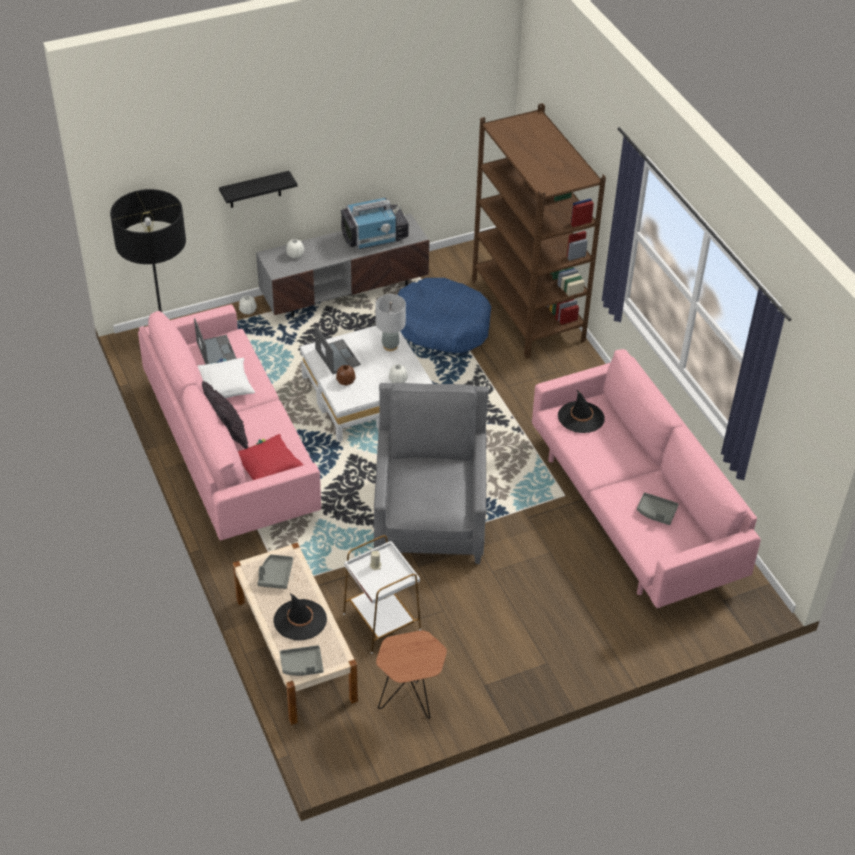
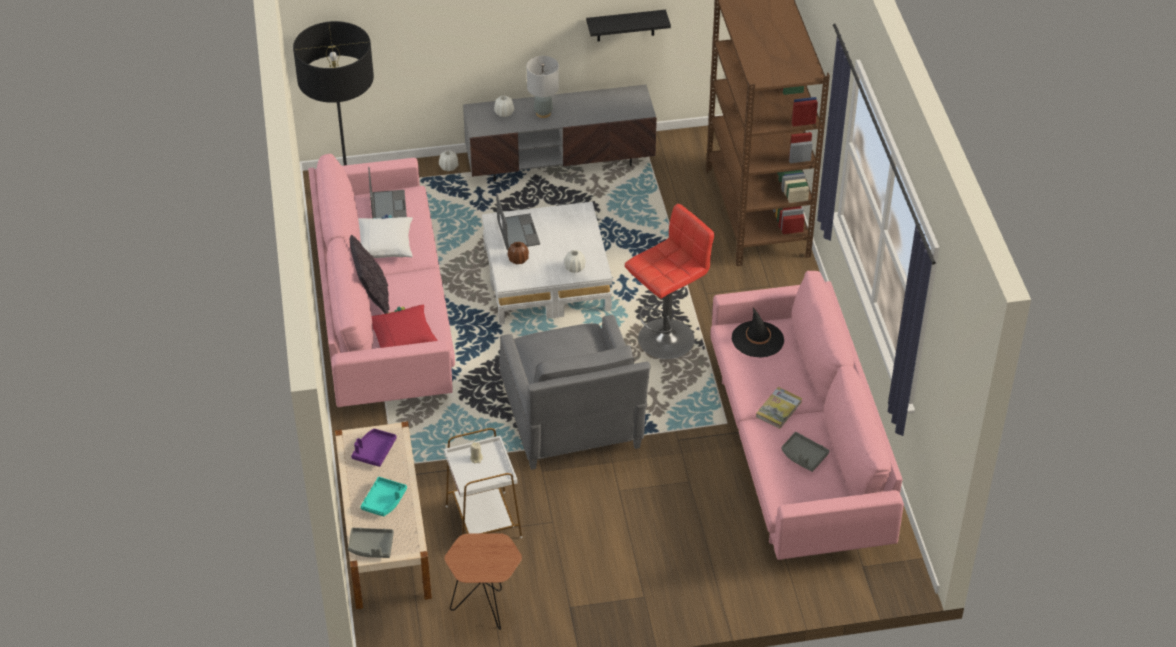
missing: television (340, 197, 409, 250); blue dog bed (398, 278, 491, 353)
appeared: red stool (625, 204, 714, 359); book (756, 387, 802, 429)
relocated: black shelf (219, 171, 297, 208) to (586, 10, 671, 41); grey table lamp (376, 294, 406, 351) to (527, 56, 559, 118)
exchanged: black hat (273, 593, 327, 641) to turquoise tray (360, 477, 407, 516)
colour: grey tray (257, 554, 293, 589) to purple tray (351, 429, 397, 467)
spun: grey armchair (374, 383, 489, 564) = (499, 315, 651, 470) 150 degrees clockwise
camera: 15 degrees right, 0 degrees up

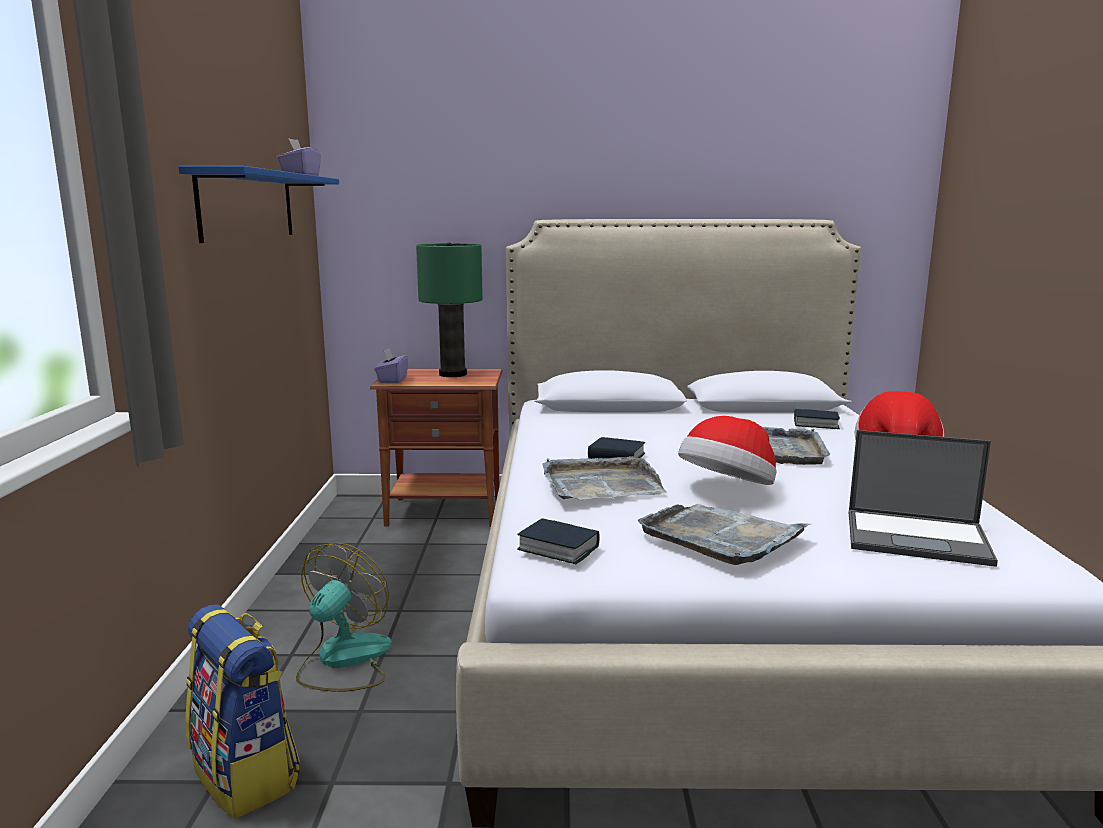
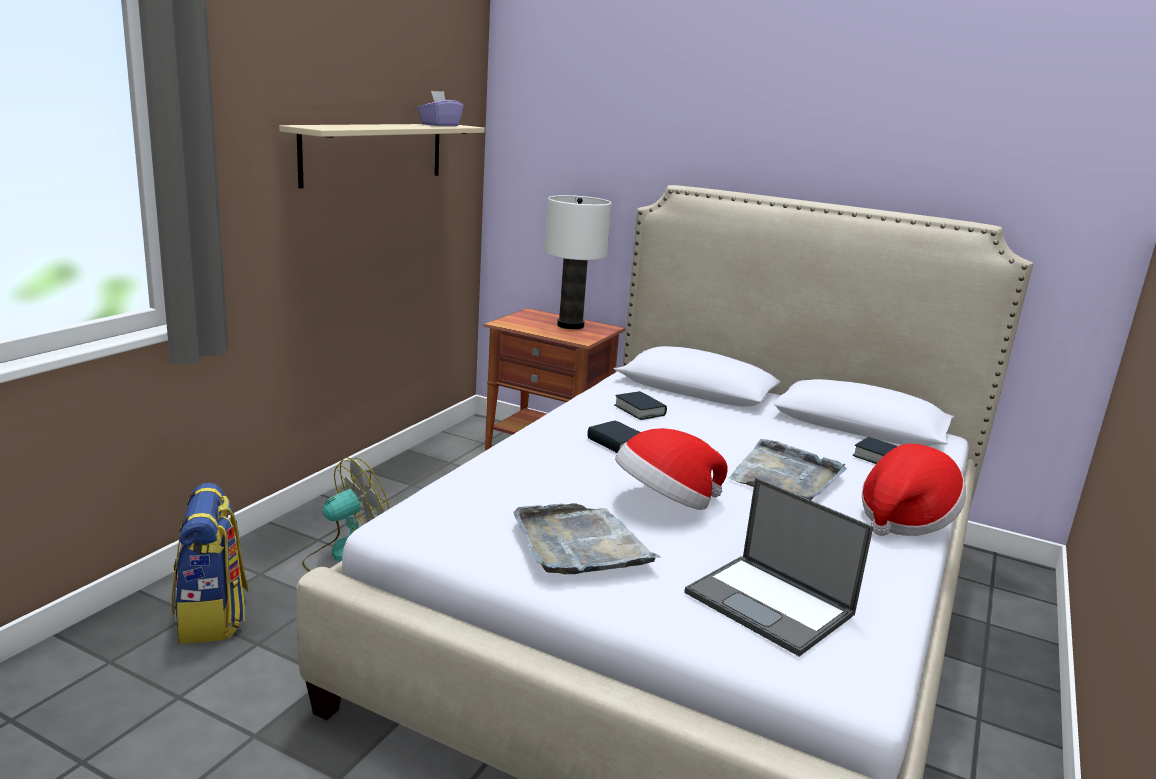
missing: purple tissue box (374, 348, 408, 383); grey tray (543, 456, 667, 500)
relocated: book (517, 518, 600, 564) to (614, 391, 667, 420)
colour: blue shelf (179, 166, 339, 243) to beige shelf (279, 124, 485, 189); green table lamp (416, 243, 483, 377) to white table lamp (545, 195, 612, 329)
camera: 25 degrees right, 5 degrees up

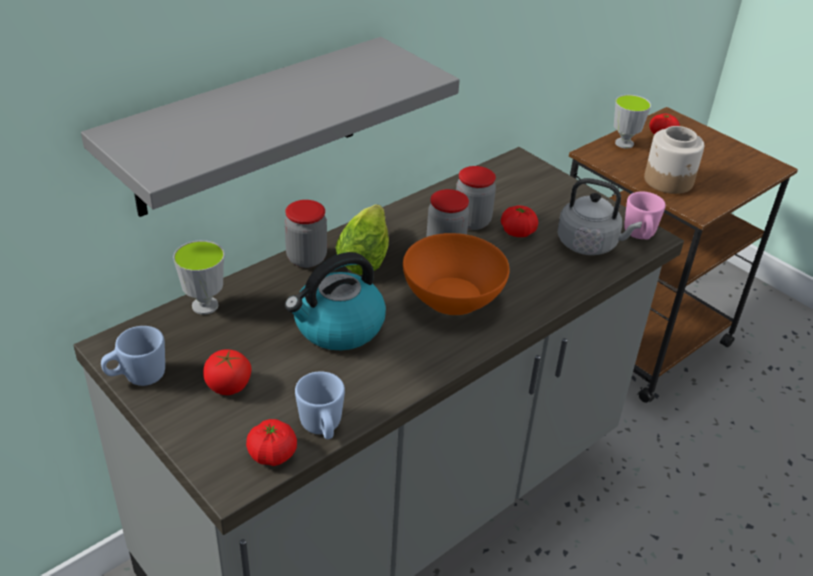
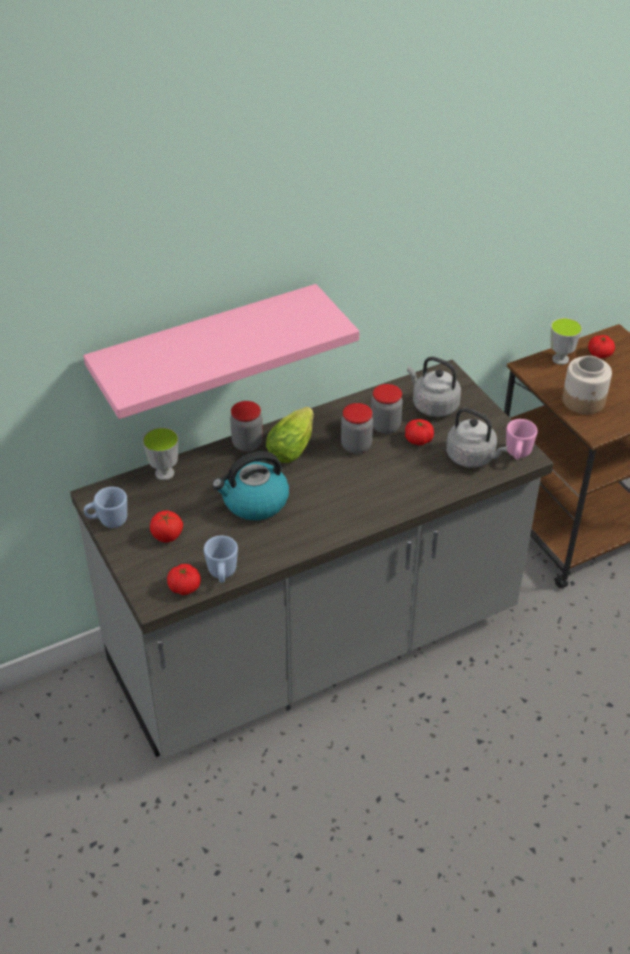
missing: orange bowl (403, 233, 510, 315)
appeared: grey kettle (407, 357, 461, 417)
colour: grey shelf (81, 37, 460, 217) to pink shelf (83, 284, 359, 419)
camera: 15 degrees right, 5 degrees up

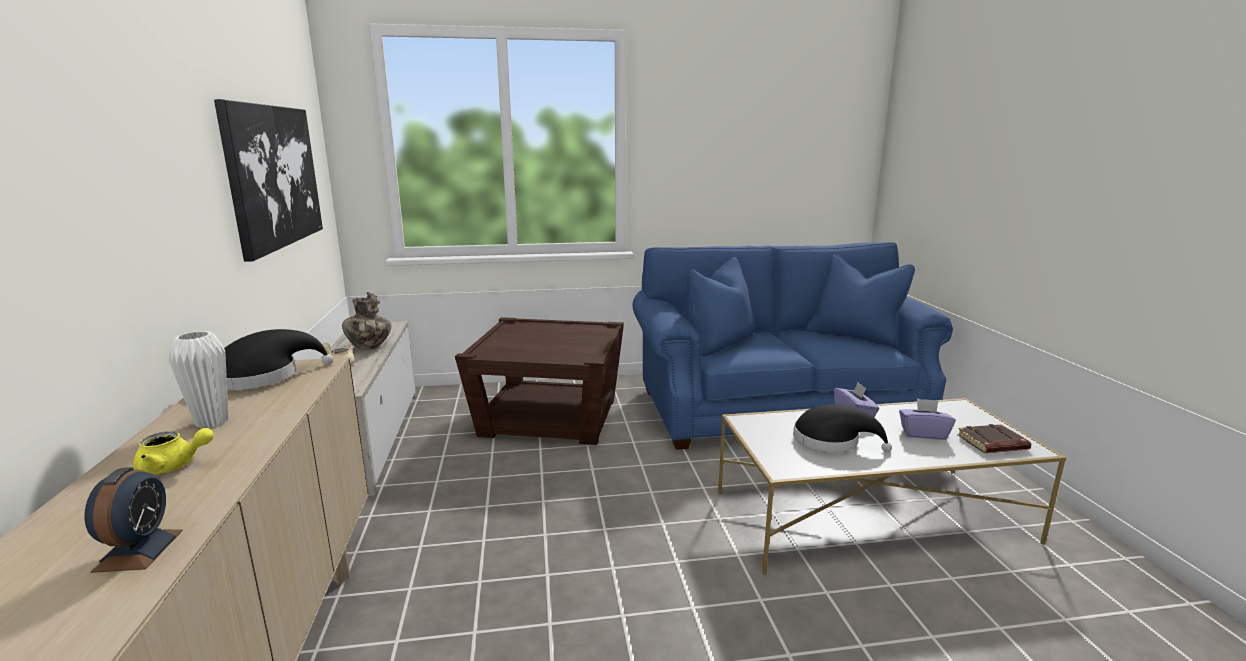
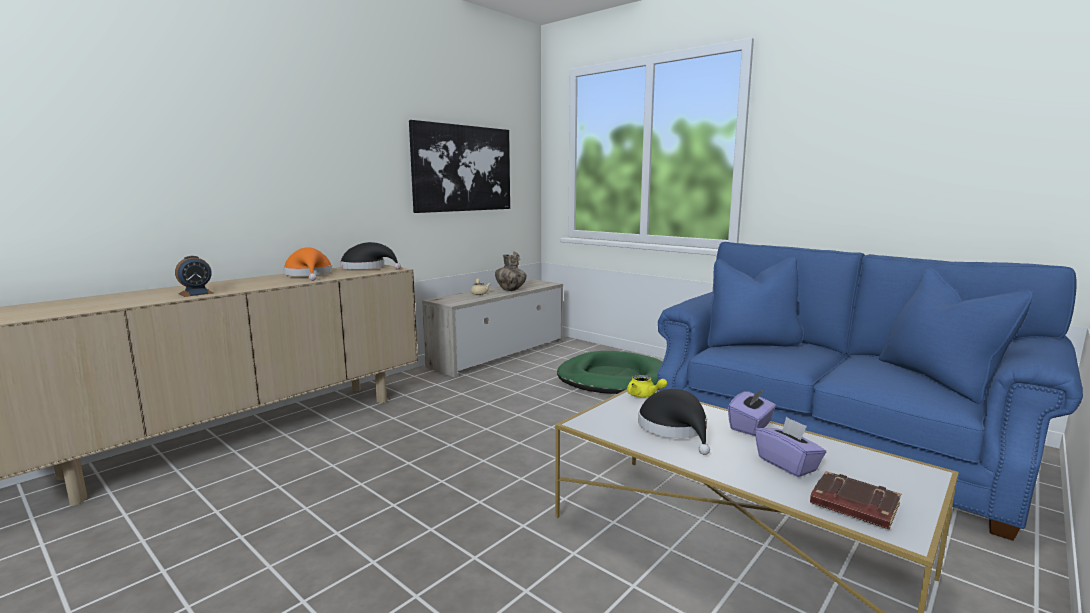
relocated: yellow teapot (133, 428, 214, 474) to (627, 375, 667, 398)
exchanged: brown side table (455, 317, 624, 445) to green dog bed (557, 351, 662, 394); white vase (169, 331, 228, 428) to orange hat (283, 247, 333, 281)
camera: 50 degrees right, 5 degrees down

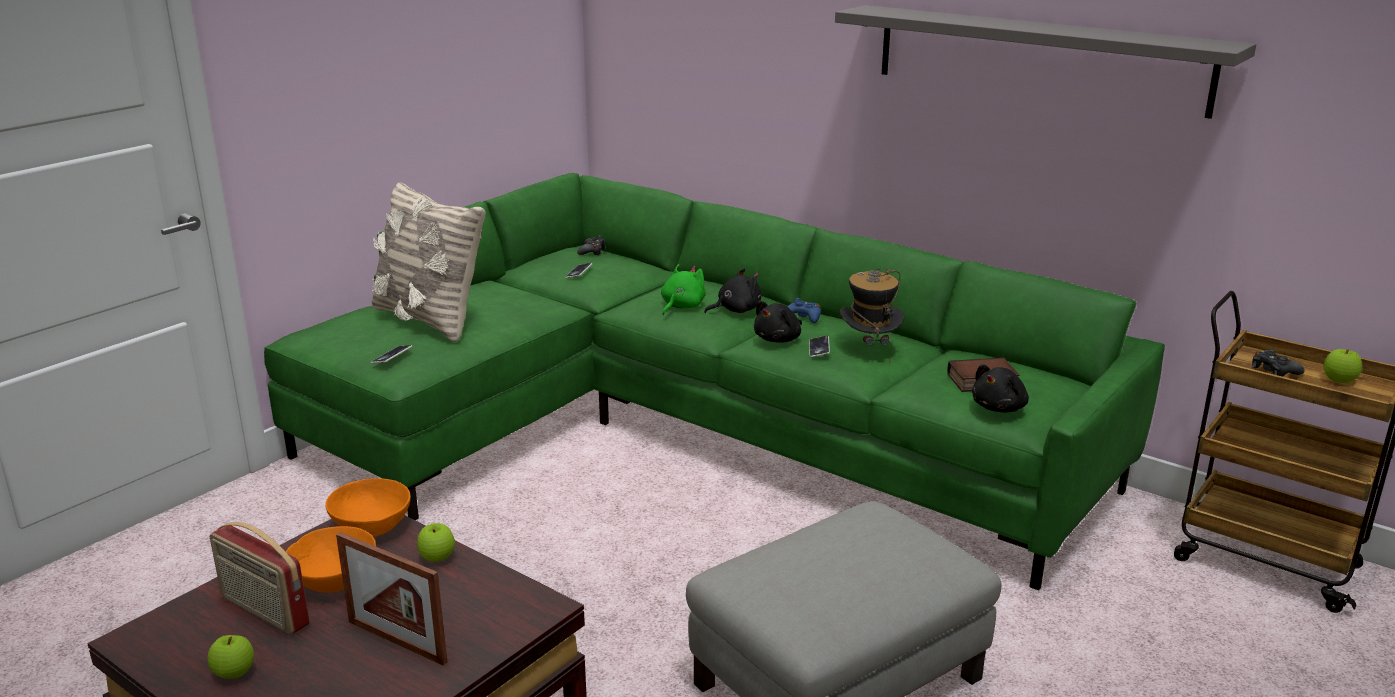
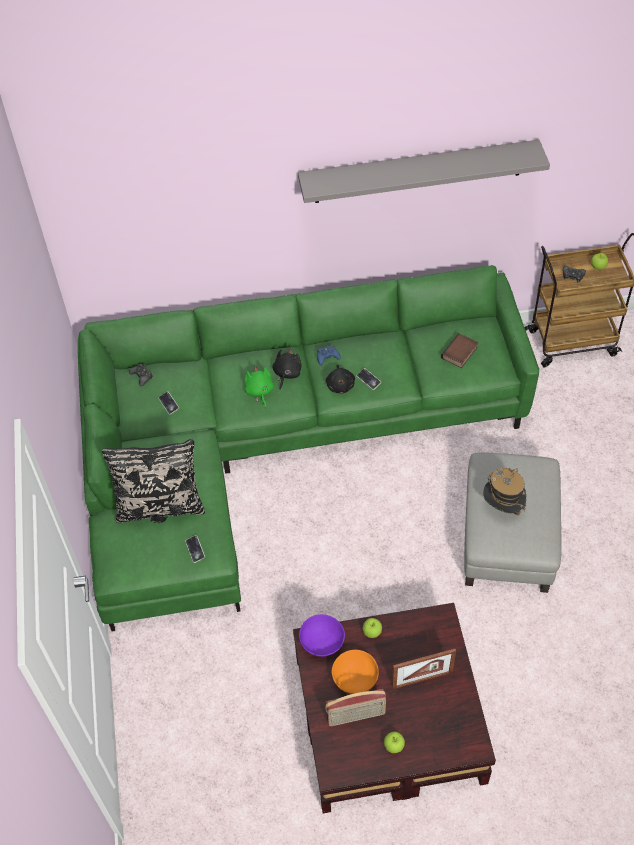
missing: black plush toy (972, 364, 1029, 412)
relocated: hat (839, 268, 904, 364) to (483, 468, 526, 515)
colour: beige pillow (371, 182, 485, 342) to black pillow (102, 439, 205, 523); orange bowl (325, 478, 411, 537) to purple bowl (299, 614, 345, 657)
camera: 45 degrees left, 30 degrees up

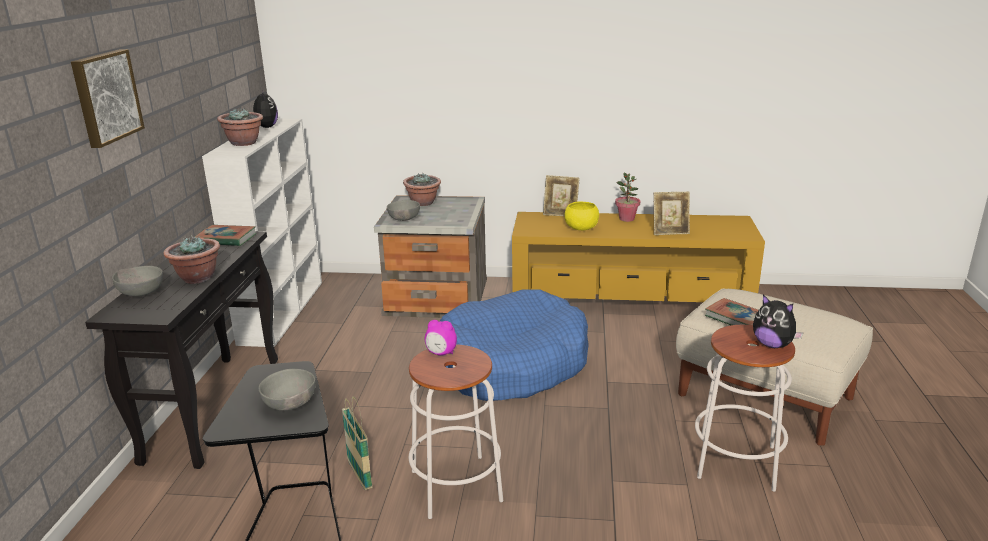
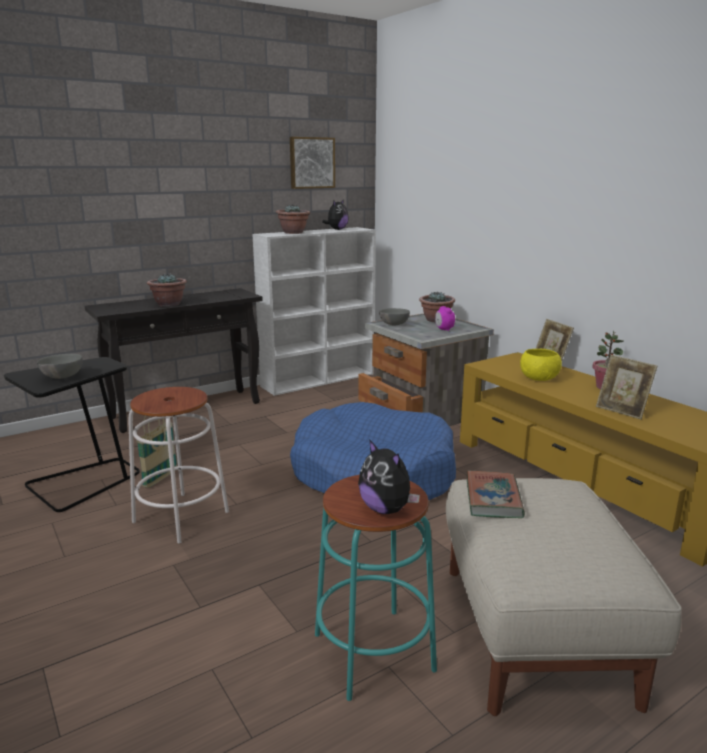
missing: book (195, 225, 256, 246); grey bowl (112, 266, 163, 296)
relocated: picture (71, 49, 145, 148) to (290, 137, 335, 189); alarm clock (425, 320, 457, 356) to (435, 306, 455, 331)
colour: white stool (695, 325, 795, 492) to turquoise stool (315, 475, 437, 701)
spun: plush toy (753, 294, 803, 348) = (358, 439, 420, 514) 45 degrees counterclockwise
camera: 50 degrees right, 5 degrees down

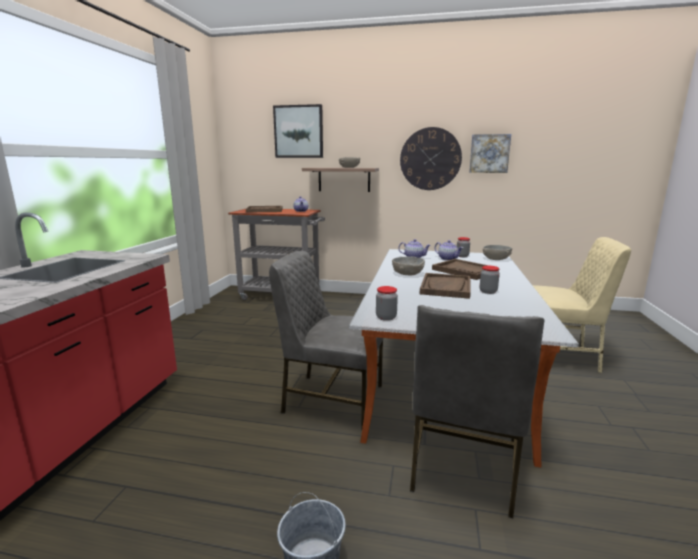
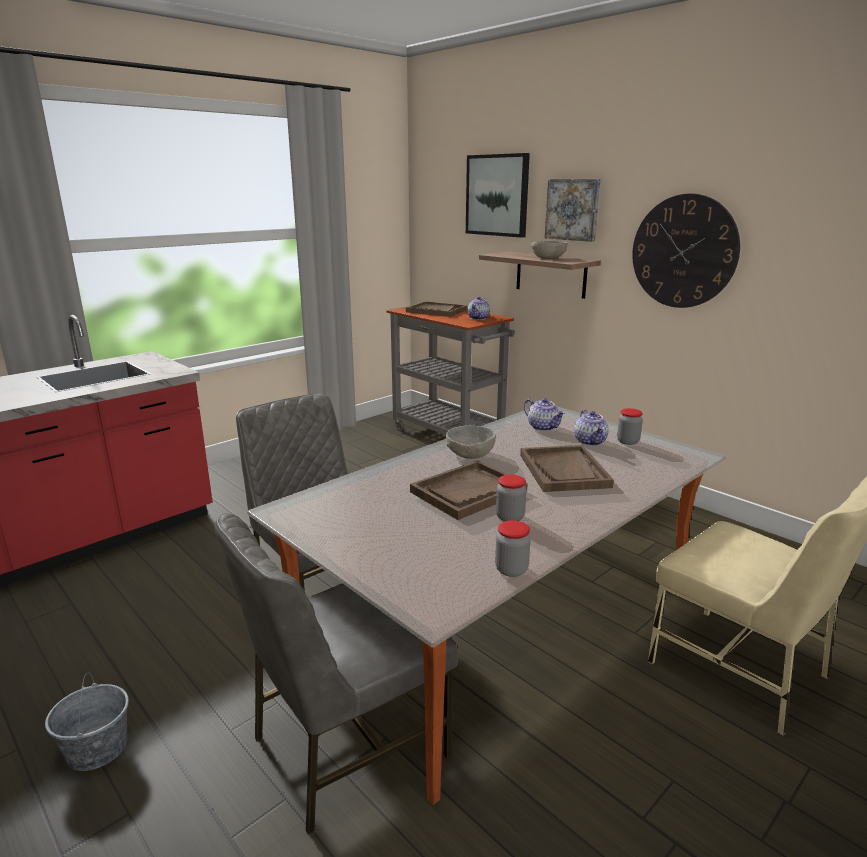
missing: grey bowl (483, 245, 512, 260)
relocated: picture (469, 134, 511, 173) to (545, 179, 601, 242); jar (376, 286, 398, 321) to (495, 520, 531, 577)
camera: 35 degrees right, 5 degrees up

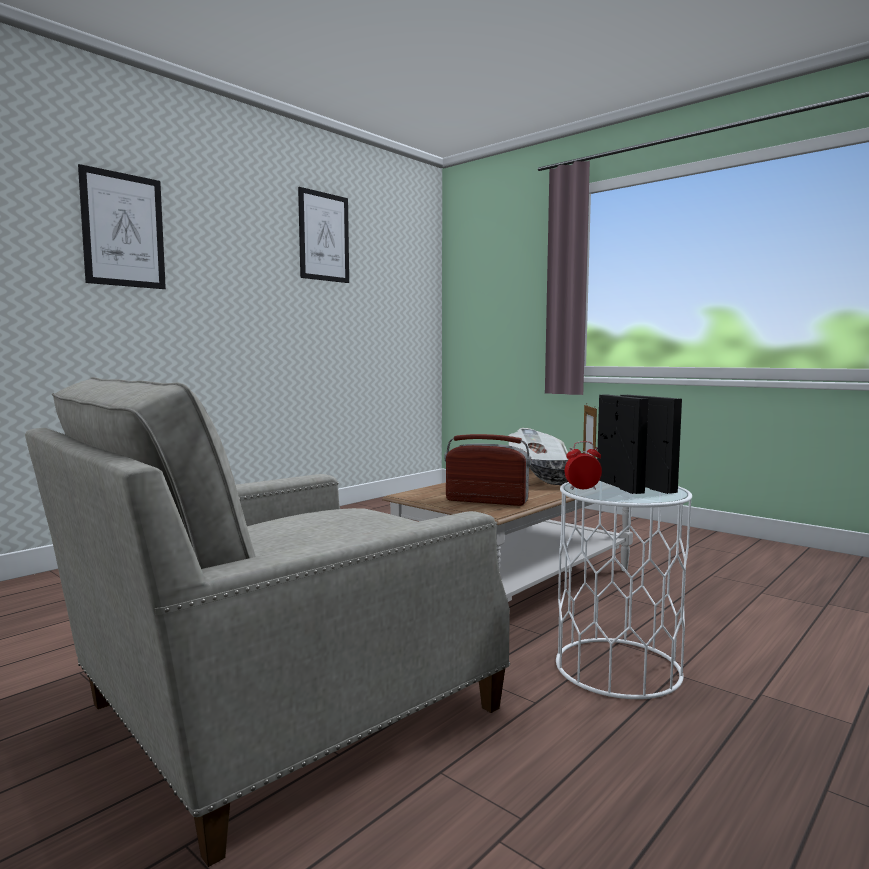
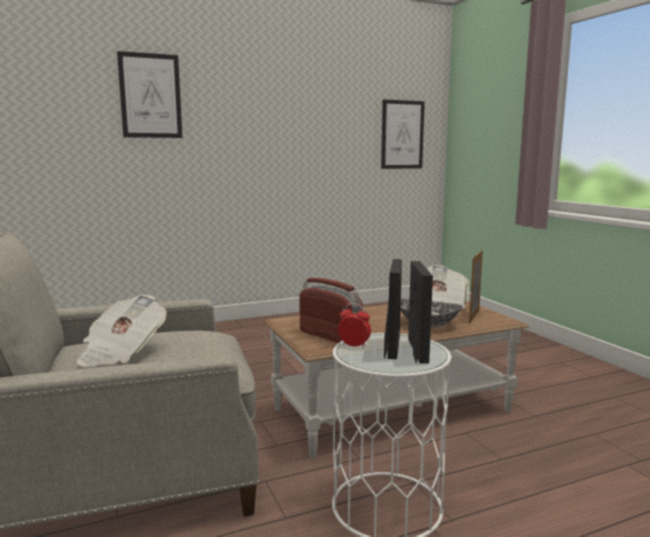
appeared: newspaper (77, 295, 167, 367)
relocated: picture (298, 187, 349, 283) to (381, 100, 425, 169)
camera: 25 degrees right, 5 degrees up

